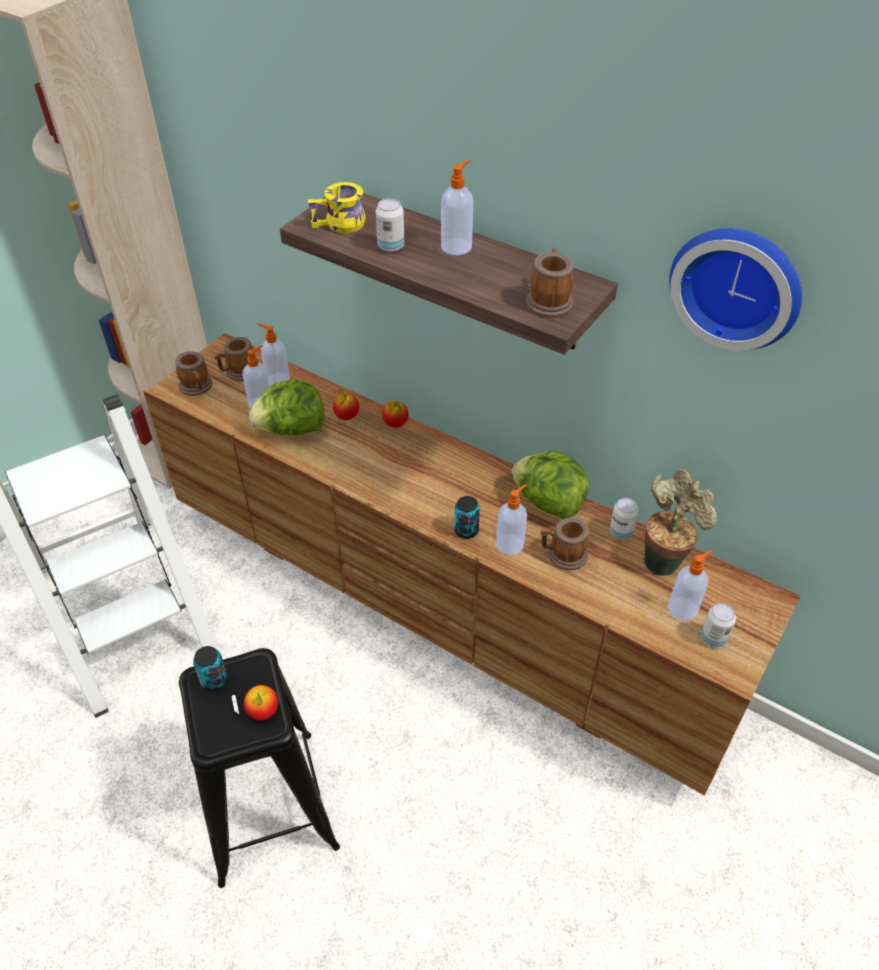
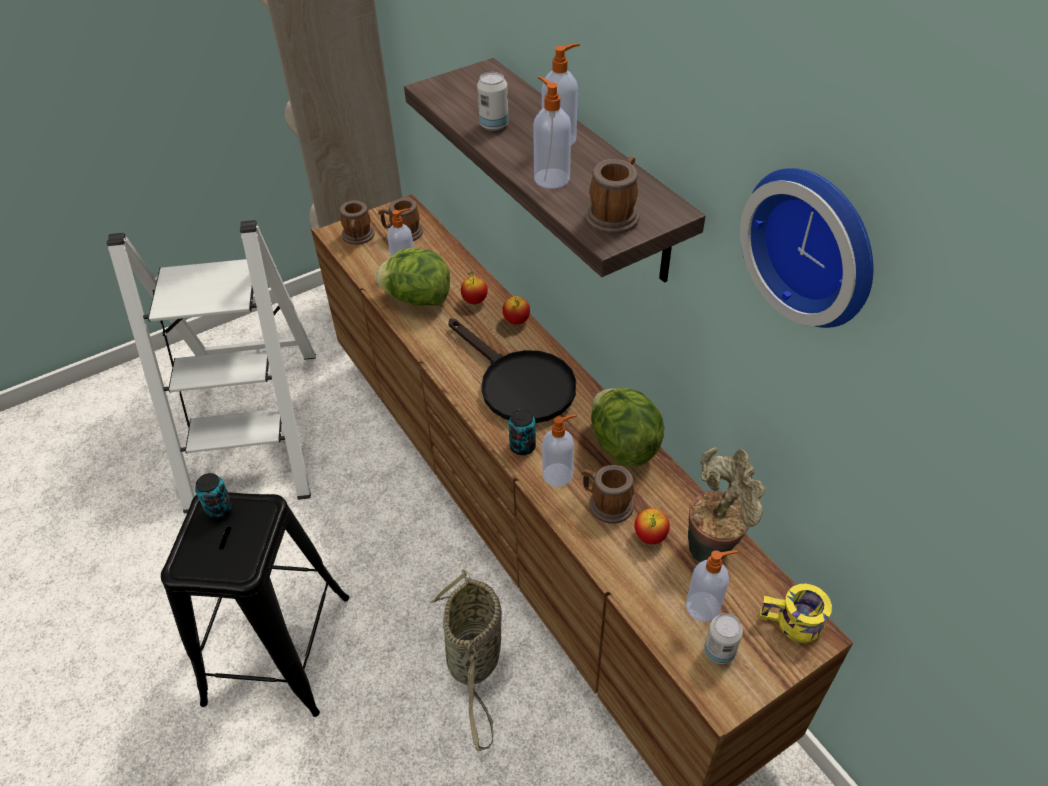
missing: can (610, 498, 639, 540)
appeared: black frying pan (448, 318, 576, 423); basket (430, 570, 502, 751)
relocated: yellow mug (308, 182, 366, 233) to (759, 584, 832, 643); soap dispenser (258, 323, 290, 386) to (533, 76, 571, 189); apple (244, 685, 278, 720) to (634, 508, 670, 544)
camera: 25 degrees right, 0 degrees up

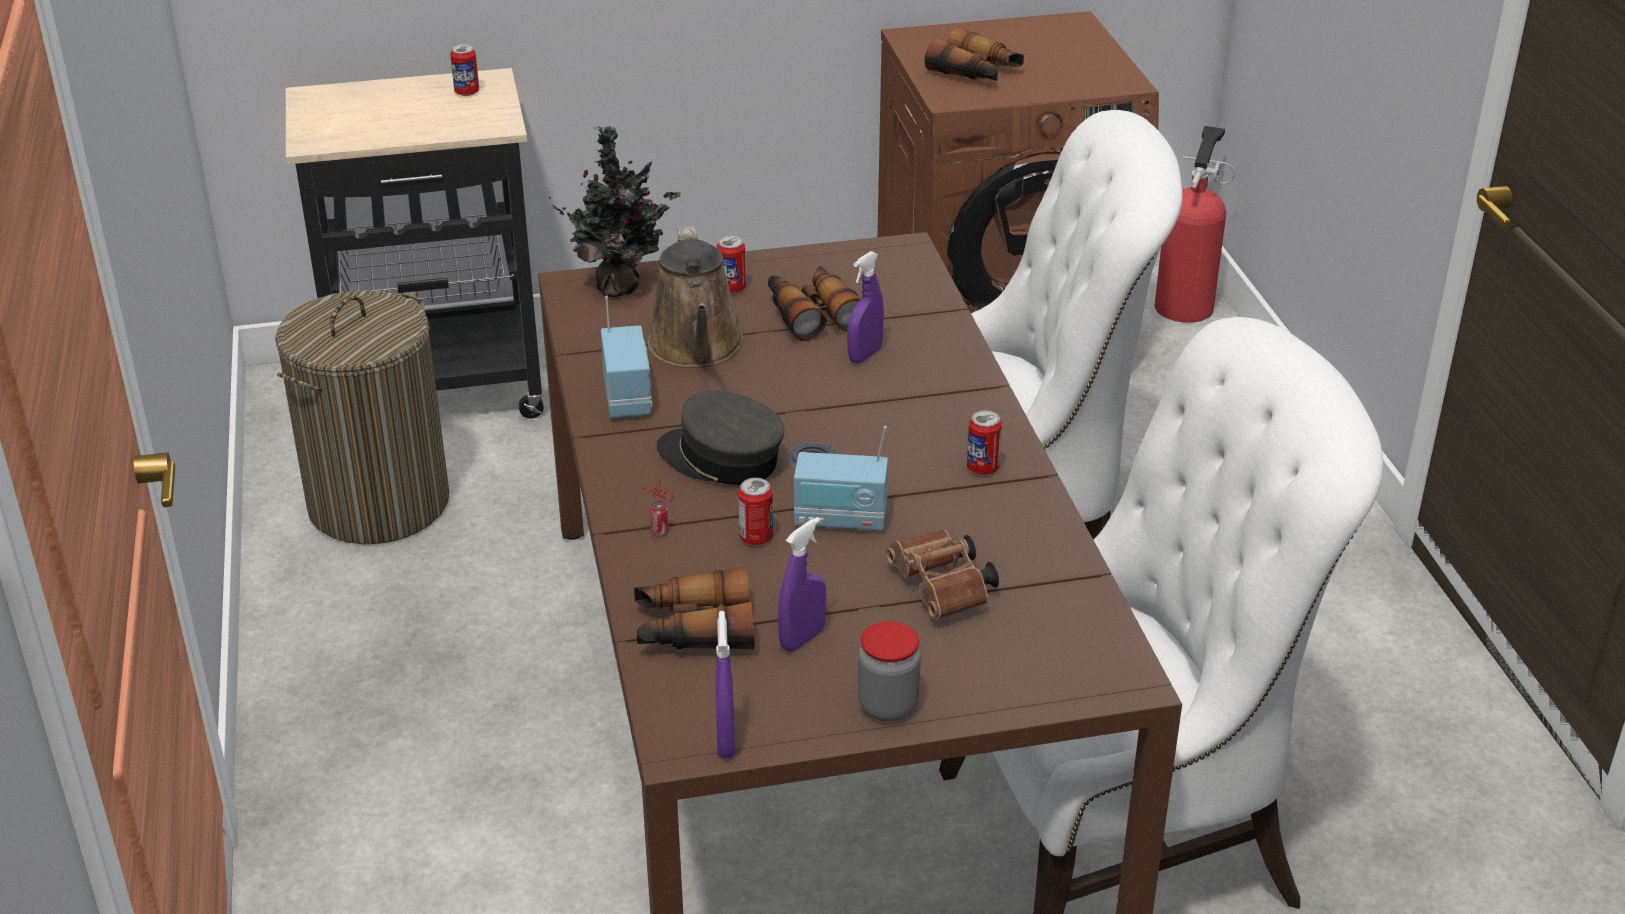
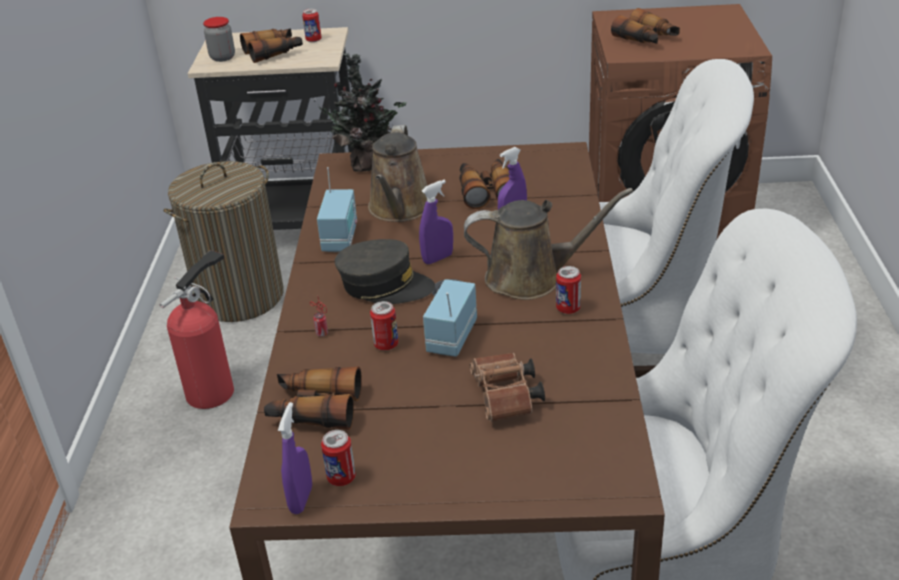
appeared: binoculars (240, 29, 303, 63); brown watering can (464, 188, 633, 300)
relocated: fire extinguisher (1155, 126, 1235, 323) to (160, 250, 234, 409); can (716, 236, 746, 293) to (321, 430, 356, 486); purple spray bottle (778, 517, 826, 651) to (419, 180, 453, 264); jar (858, 621, 921, 722) to (203, 17, 235, 62)
spun: grey cap (656, 391, 785, 485) = (335, 239, 435, 304) 150 degrees clockwise; radio (794, 426, 888, 532) = (423, 279, 477, 357) 90 degrees clockwise
camera: 15 degrees right, 0 degrees up

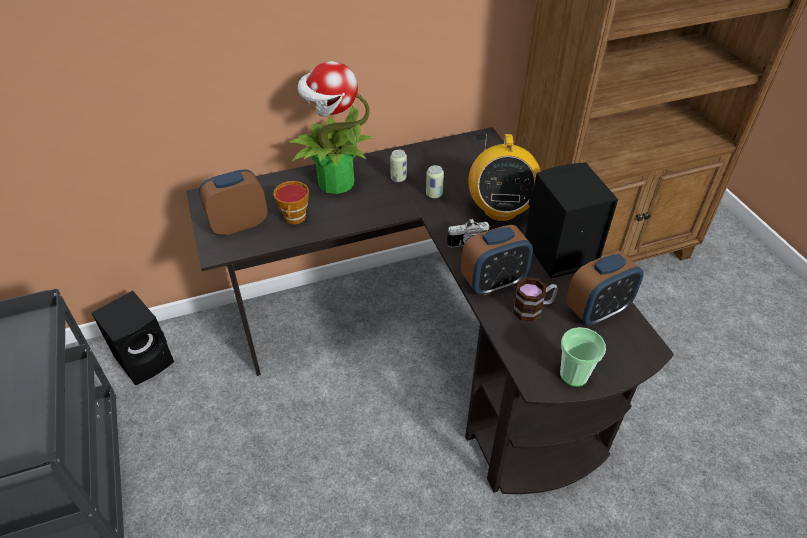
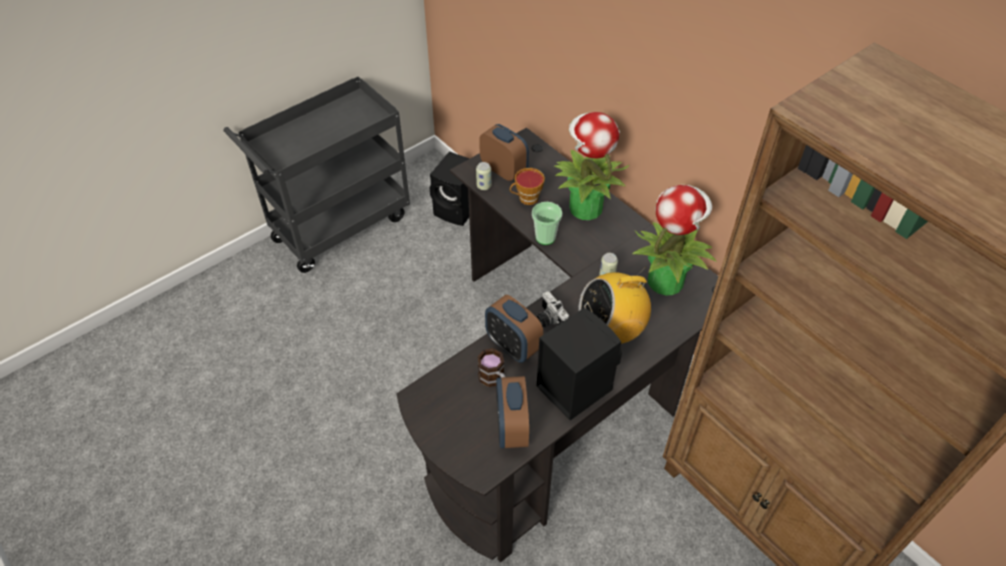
appeared: potted plant (633, 185, 717, 296)
relocated: can (390, 150, 407, 182) to (476, 162, 491, 190); cup (560, 327, 606, 387) to (532, 202, 562, 245)
spun: alarm clock (566, 251, 643, 326) = (496, 376, 529, 448) 45 degrees clockwise
camera: 70 degrees right, 5 degrees up

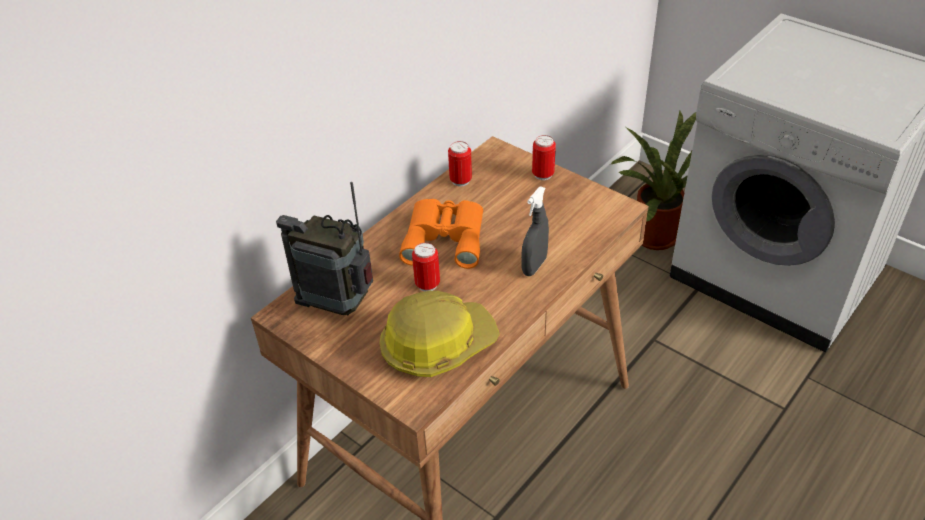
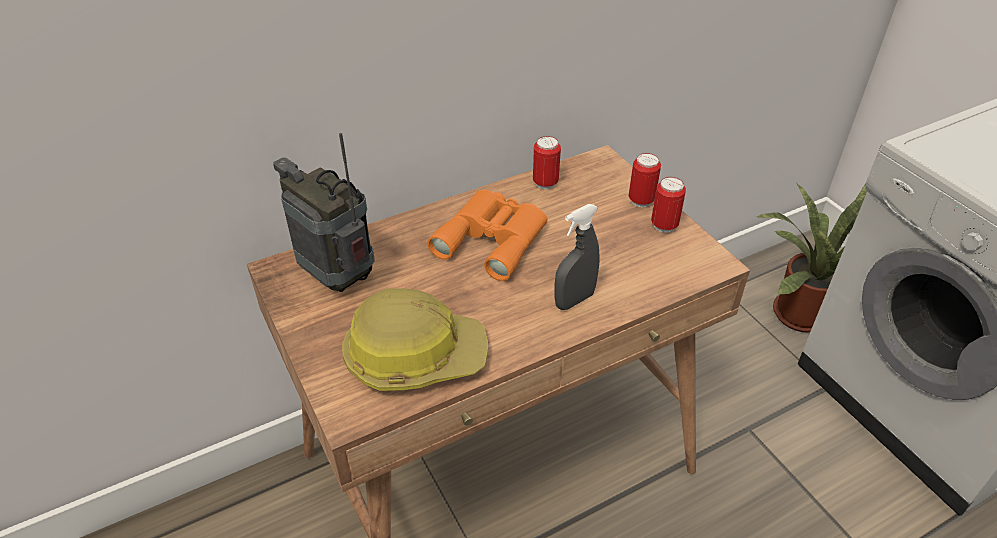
relocated: can (412, 242, 440, 292) to (651, 177, 686, 233)
camera: 20 degrees right, 0 degrees up

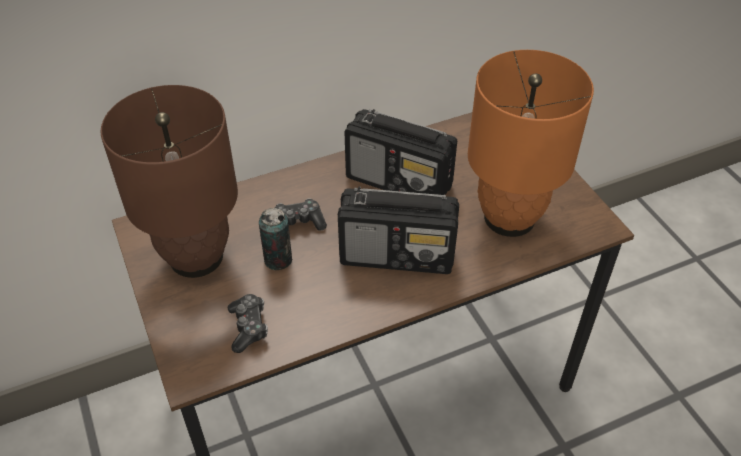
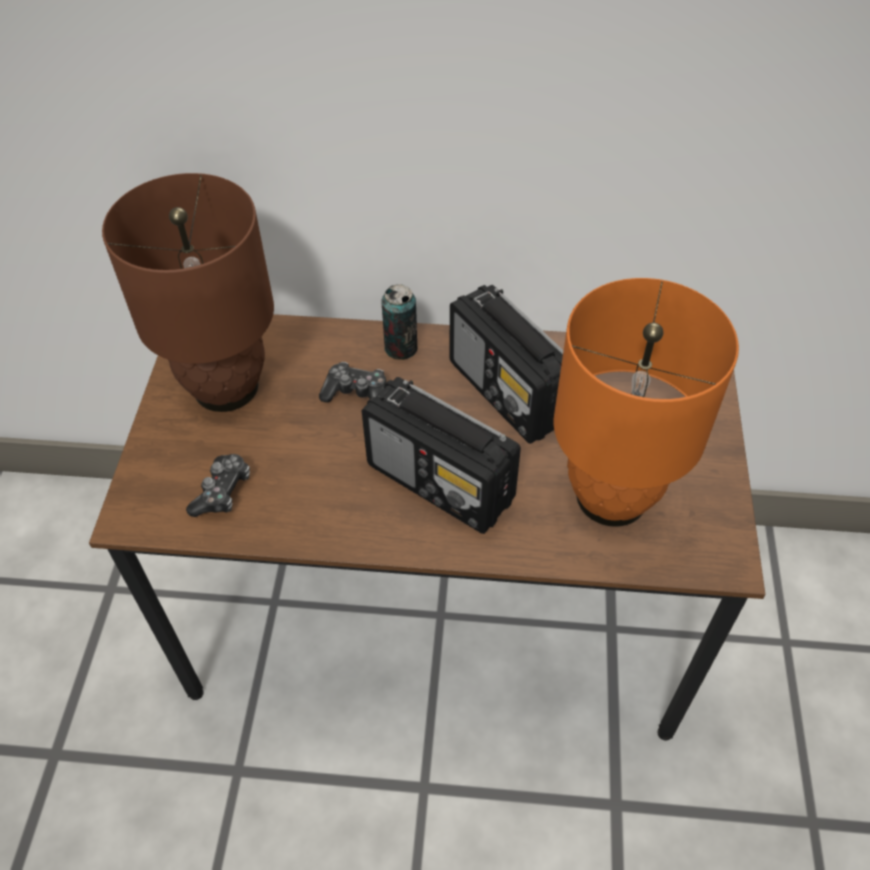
relocated: can (259, 208, 292, 270) to (381, 284, 418, 360)
camera: 30 degrees right, 5 degrees up

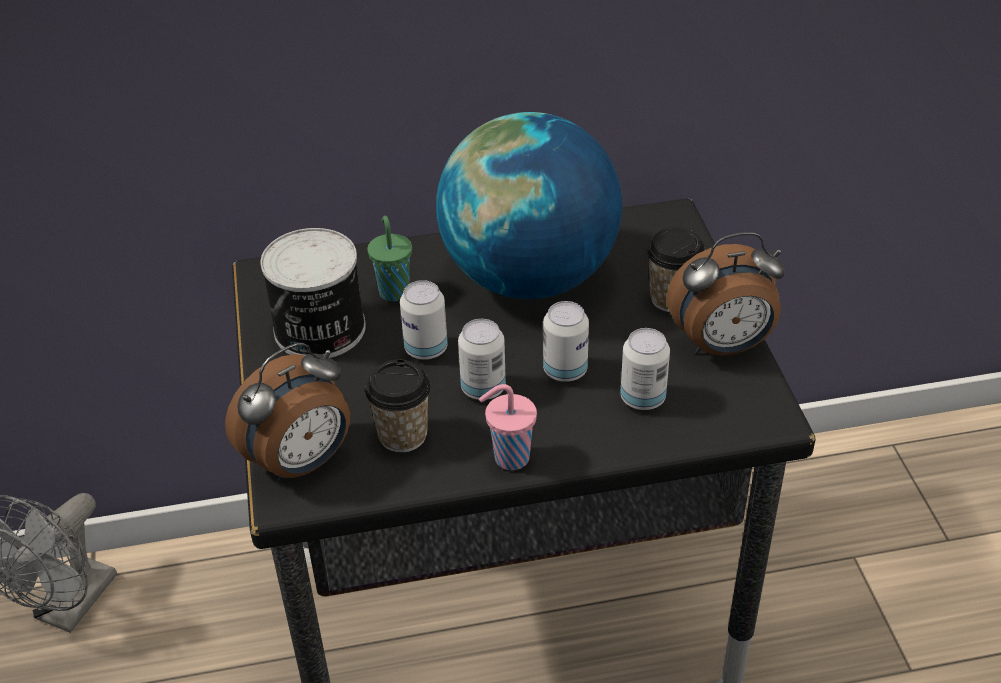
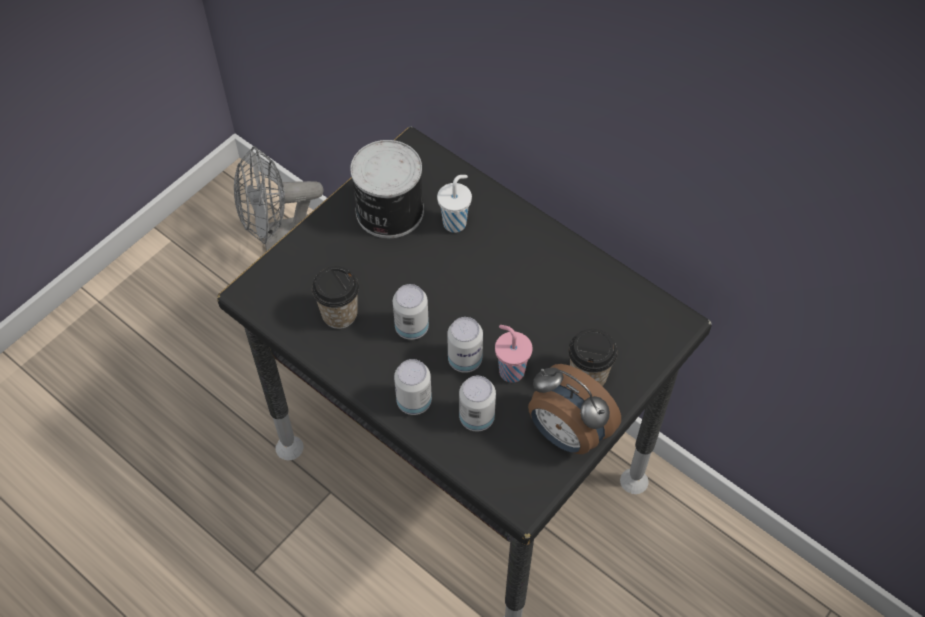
missing: globe (436, 112, 622, 299); alarm clock (225, 343, 350, 481)
relocated: can (400, 280, 448, 360) to (394, 359, 432, 415); pink cup (479, 384, 537, 470) to (495, 325, 532, 383)
colour: green cup (367, 216, 412, 301) to white cup (437, 175, 472, 233)
camera: 50 degrees right, 15 degrees up

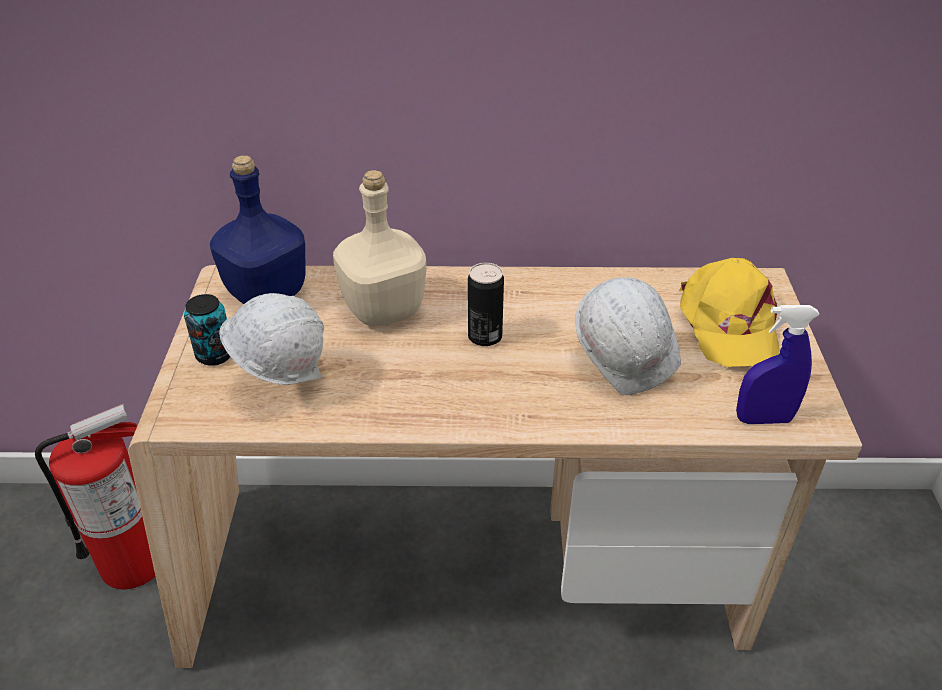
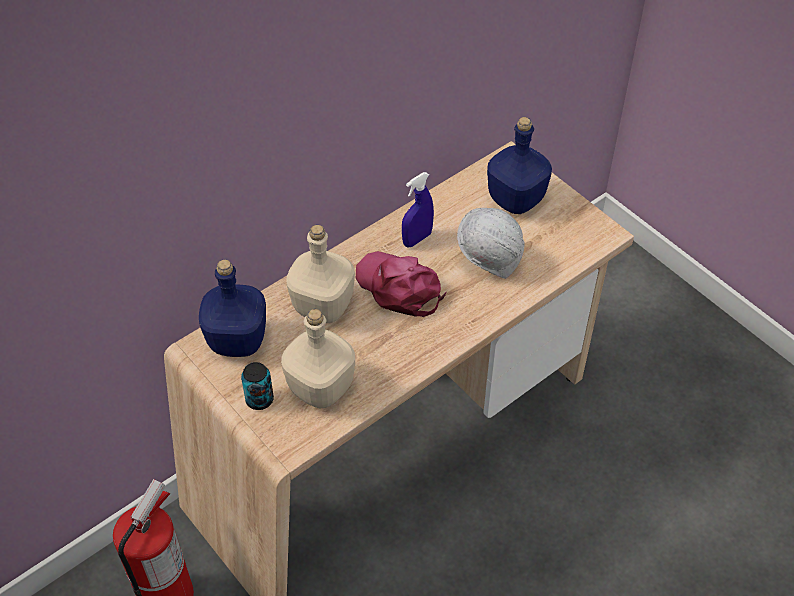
relocated: blue spray bottle (736, 305, 820, 424) to (402, 172, 434, 247)
exchanged: yellow cap (679, 258, 780, 367) to blue bottle (487, 117, 552, 214); can (468, 263, 504, 346) to pink cap (356, 251, 447, 317); white hard hat (219, 293, 324, 386) to beige bottle (281, 309, 355, 409)
camera: 40 degrees left, 10 degrees up

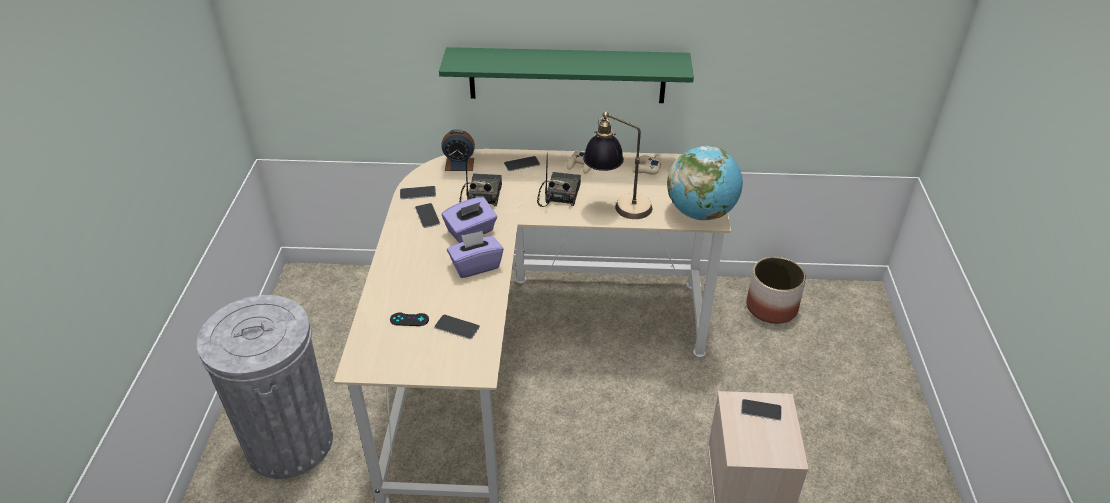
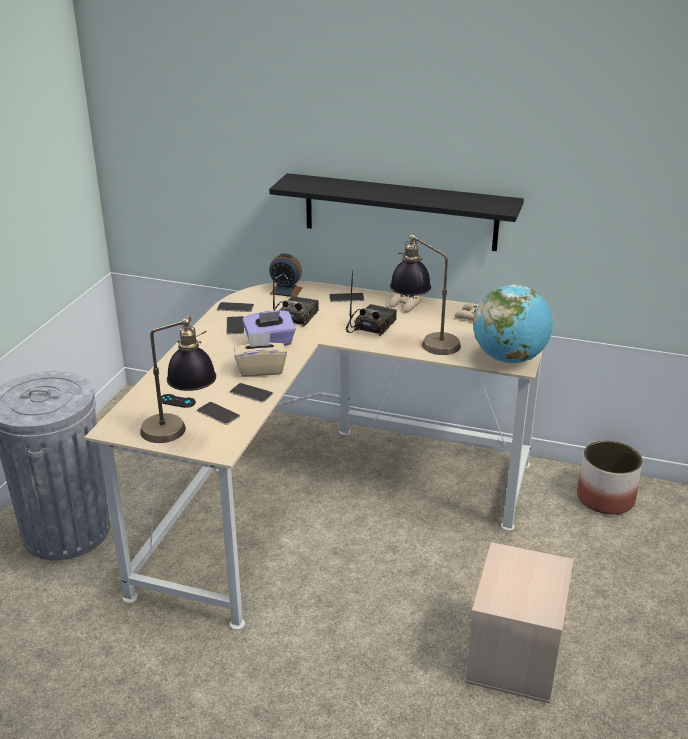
appeared: table lamp (140, 316, 216, 443)
relocated: phone (741, 399, 782, 420) to (230, 383, 273, 402)
colour: green shelf (439, 47, 694, 103) to black shelf (269, 173, 524, 251); purple tissue box (447, 231, 503, 278) to beige tissue box (234, 332, 287, 377)
camera: 15 degrees right, 10 degrees down

